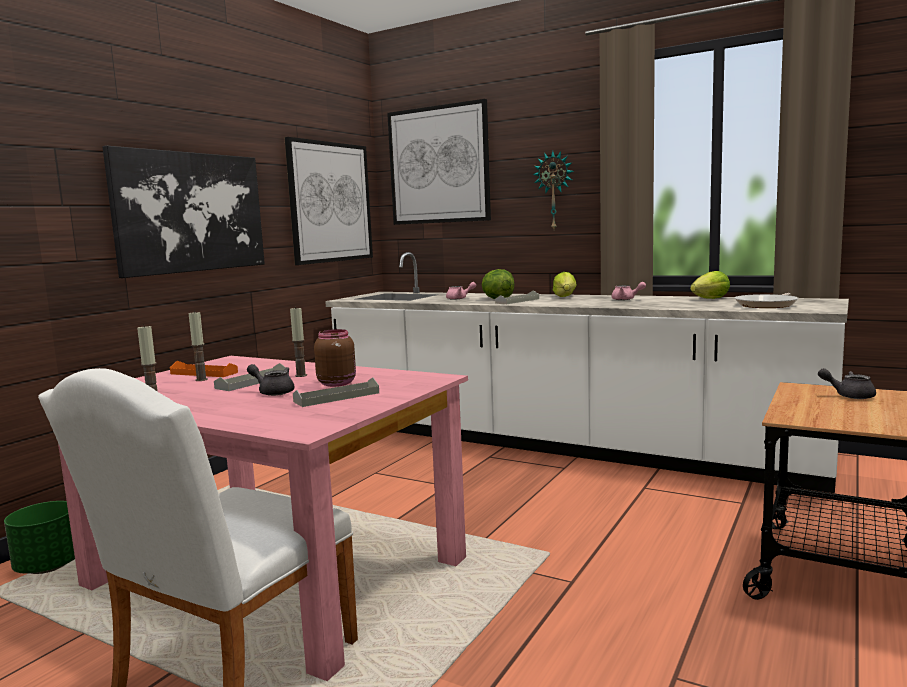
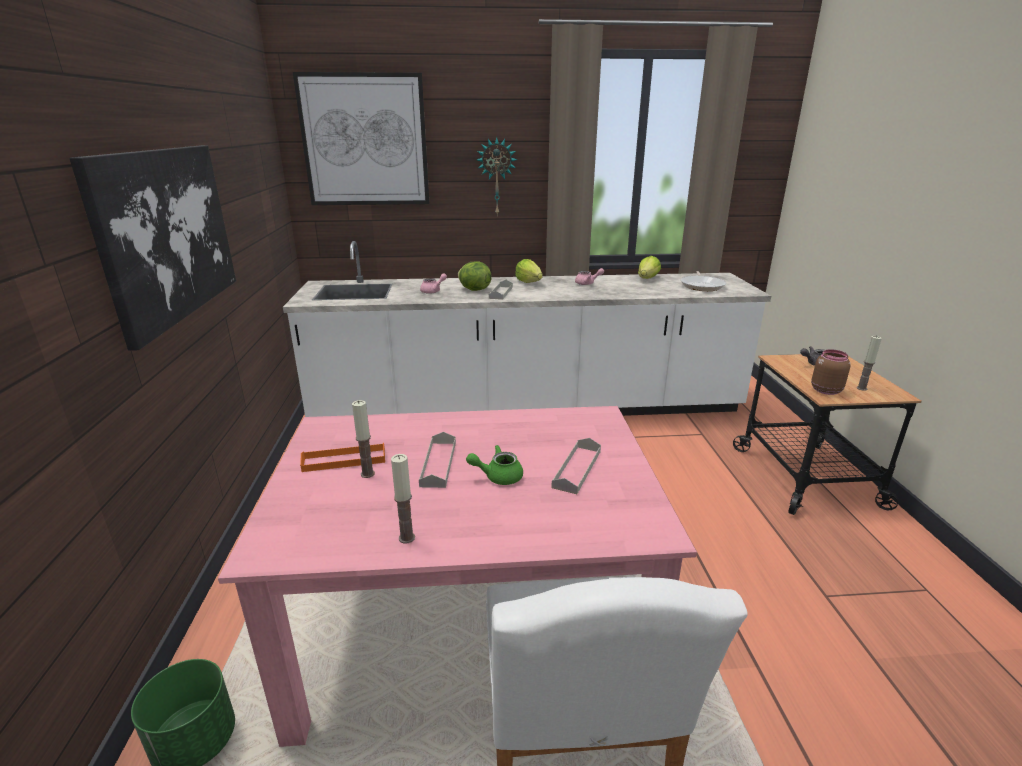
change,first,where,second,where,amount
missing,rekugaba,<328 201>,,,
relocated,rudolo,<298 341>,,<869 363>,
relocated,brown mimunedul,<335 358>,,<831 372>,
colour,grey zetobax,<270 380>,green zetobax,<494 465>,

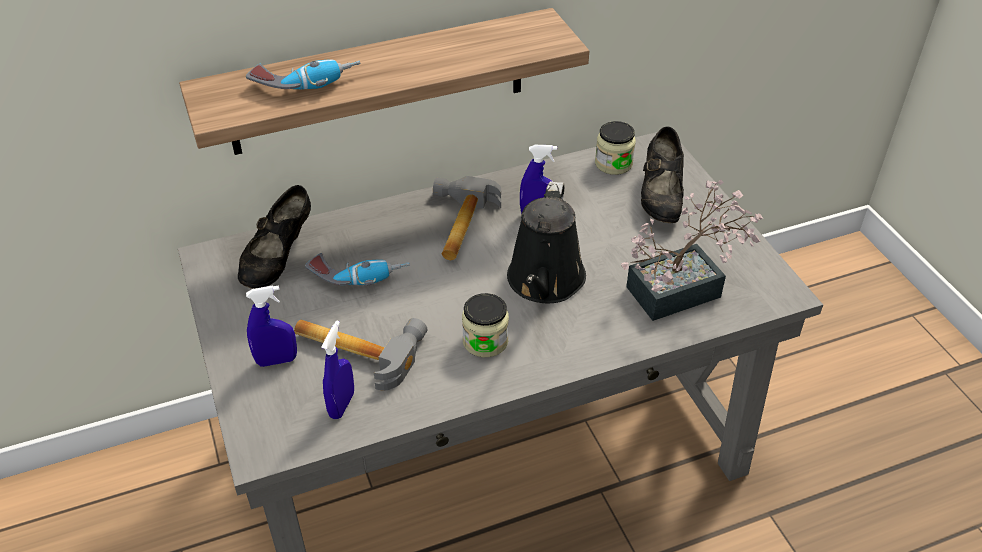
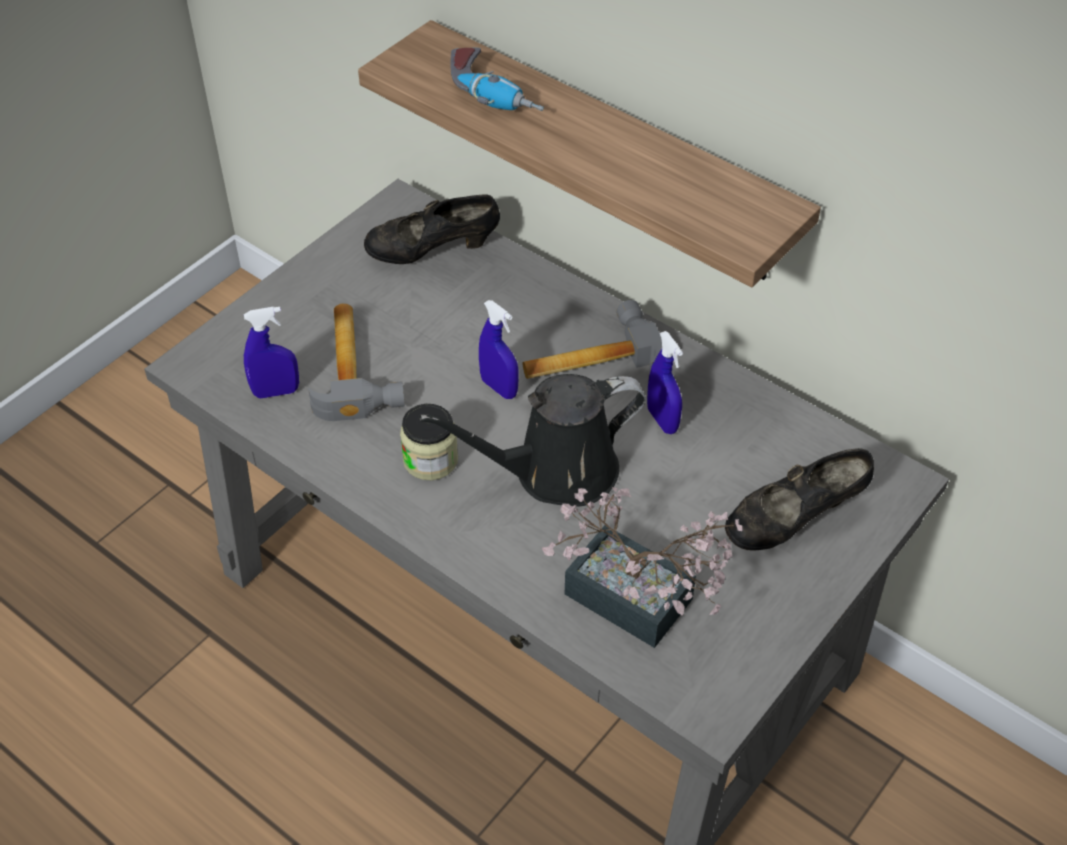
change,first,where,second,where,amount
missing,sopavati,<357 269>,,,
missing,mimunedul,<615 148>,,,
relocated,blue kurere,<271 326>,,<499 349>,

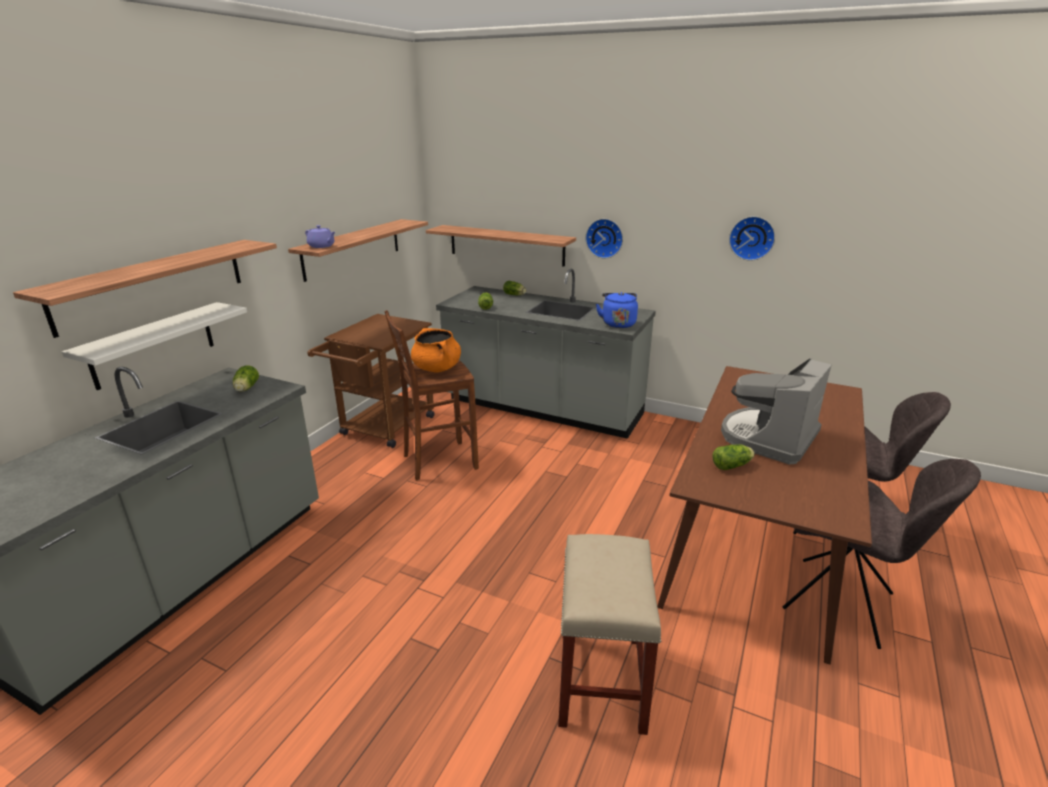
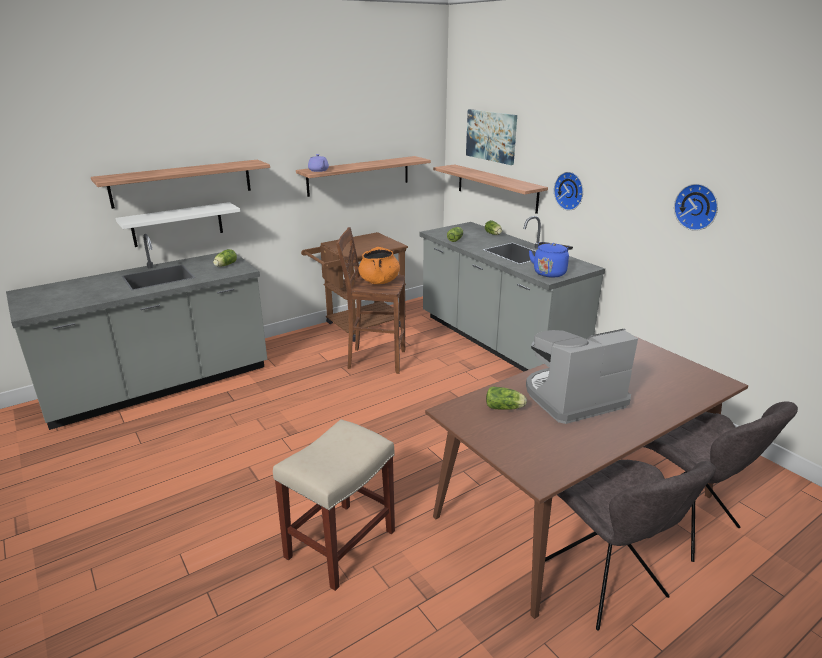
change,first,where,second,where,amount
appeared,,,rekugaba,<491 137>,

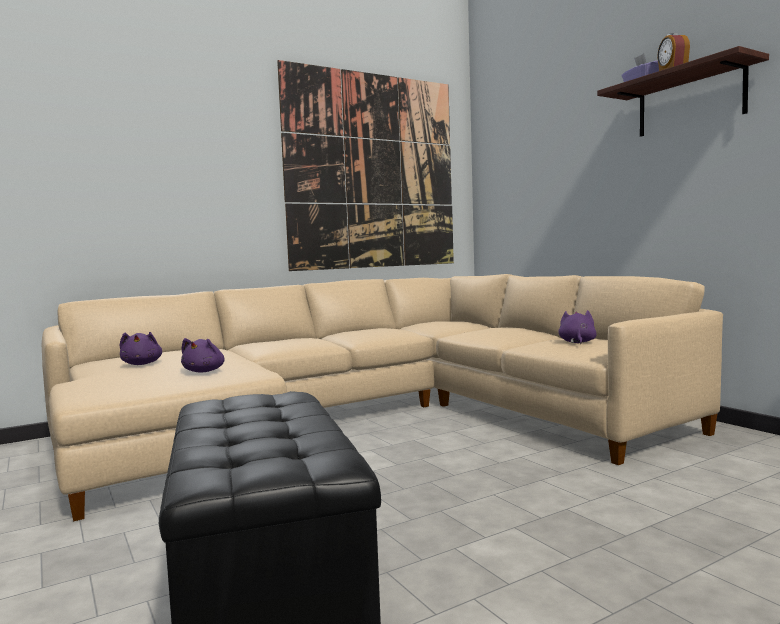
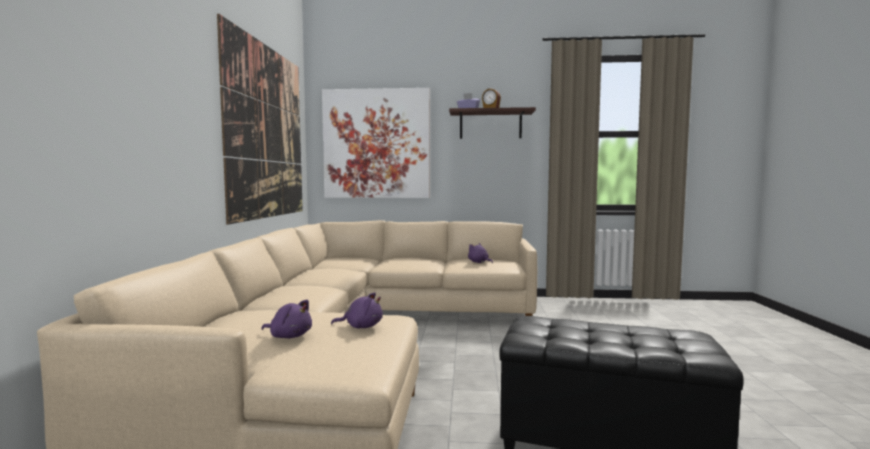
change,first,where,second,where,amount
appeared,,,rekugaba,<376 143>,
spun,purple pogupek,<203 355>,,<357 311>,45 degrees counterclockwise

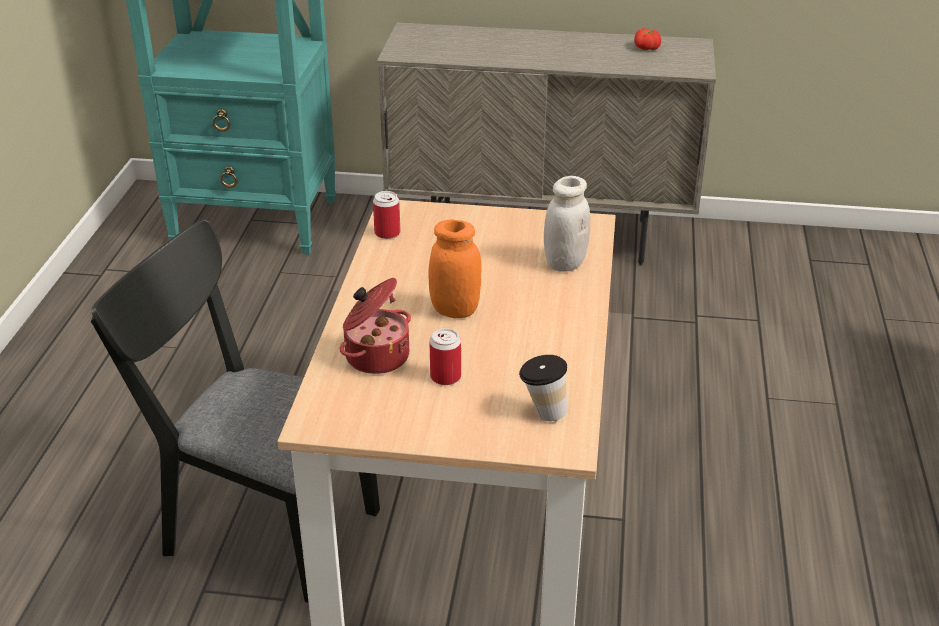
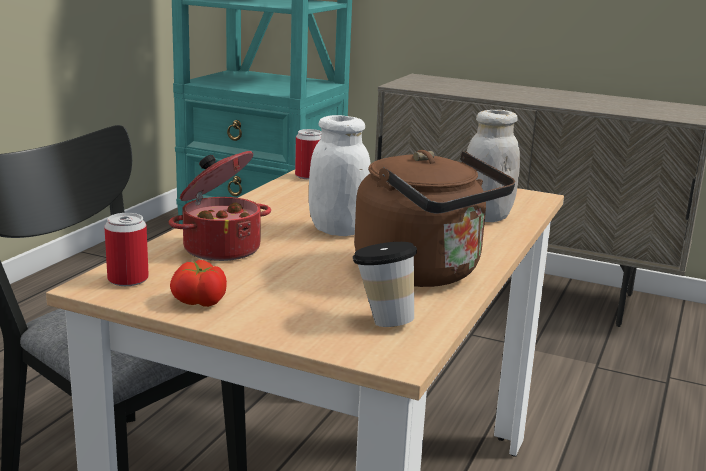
change,first,where,second,where,amount
appeared,,,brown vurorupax,<434 218>,
relocated,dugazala,<445 356>,,<126 249>,
relocated,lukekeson,<647 39>,,<198 283>,
colour,orange mimunedul,<454 269>,white mimunedul,<340 175>,

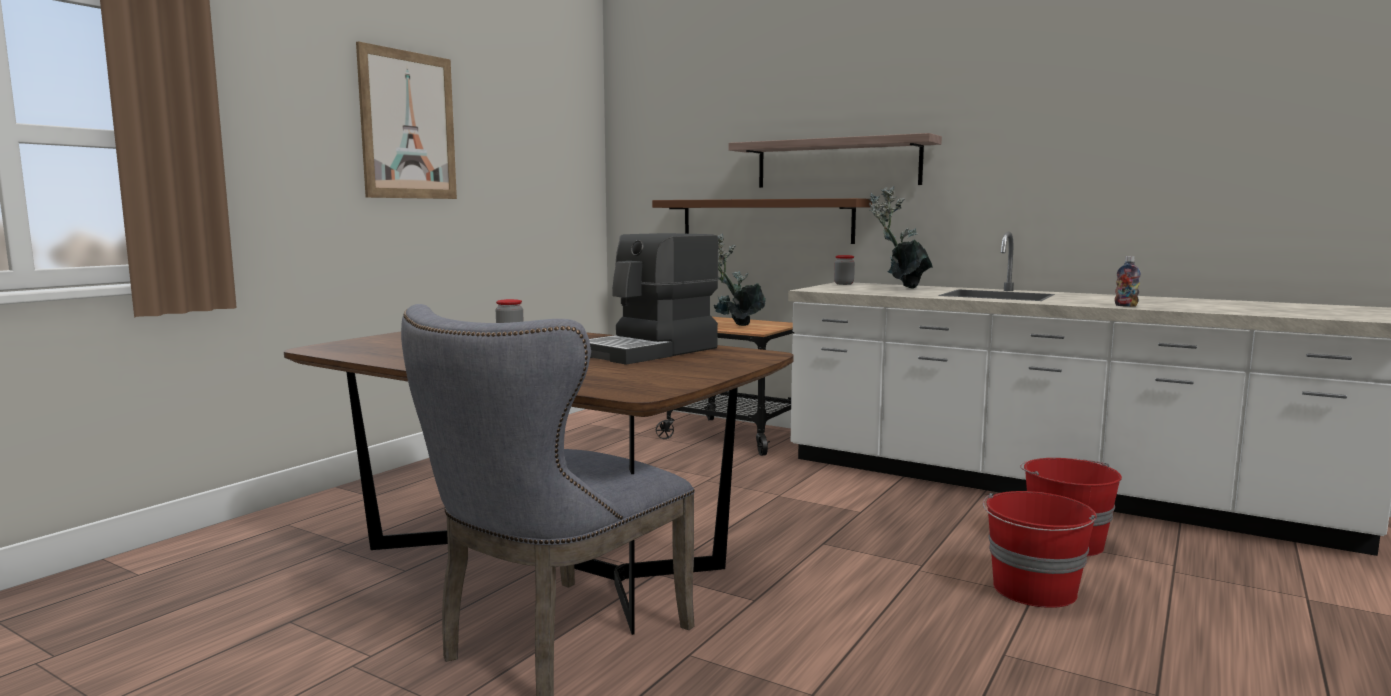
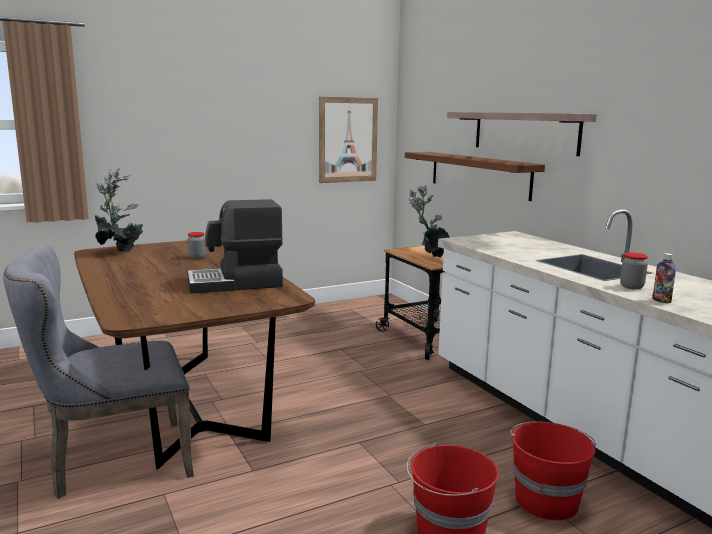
change,first,where,second,where,amount
relocated,rekugaba,<406 120>,,<348 140>,
relocated,mimunedul,<844 270>,,<634 271>,
relocated,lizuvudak,<901 237>,,<119 210>,

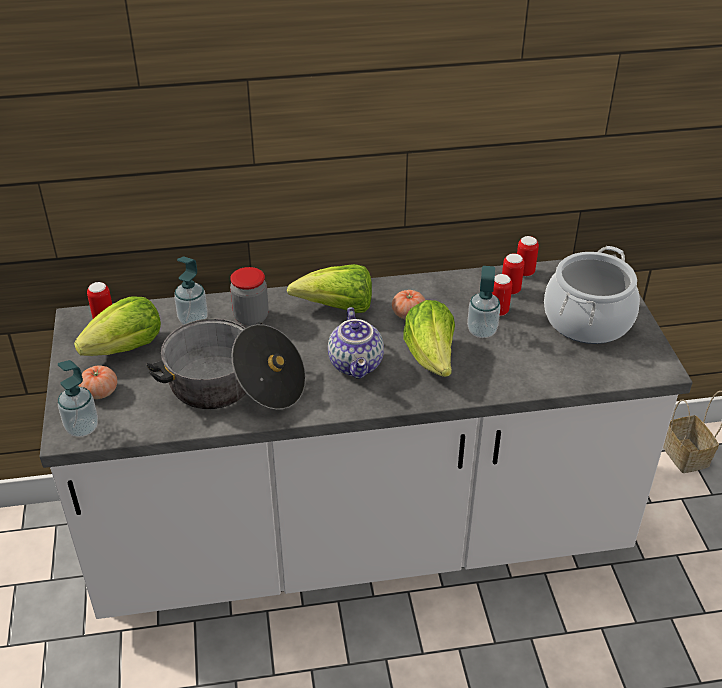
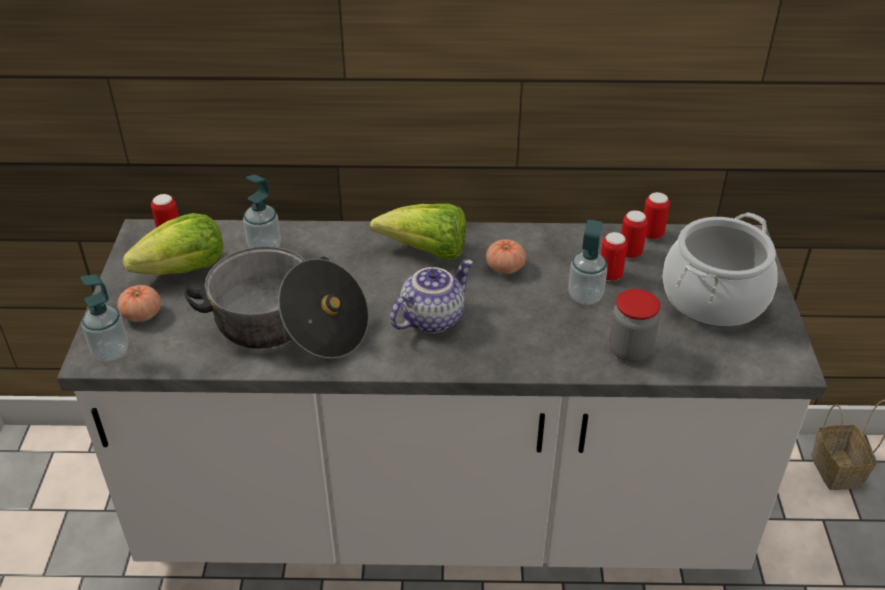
change,first,where,second,where,amount
missing,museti,<429 338>,,,
relocated,mimunedul,<249 296>,,<634 325>,
spun,zetobax,<356 343>,,<431 296>,135 degrees counterclockwise

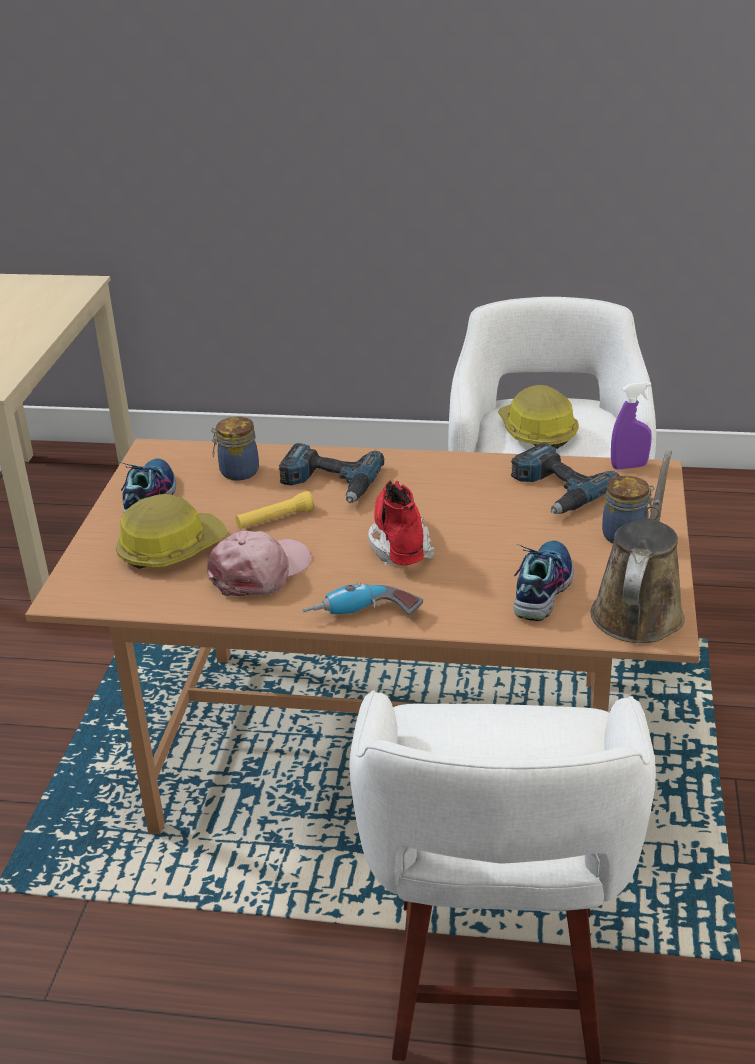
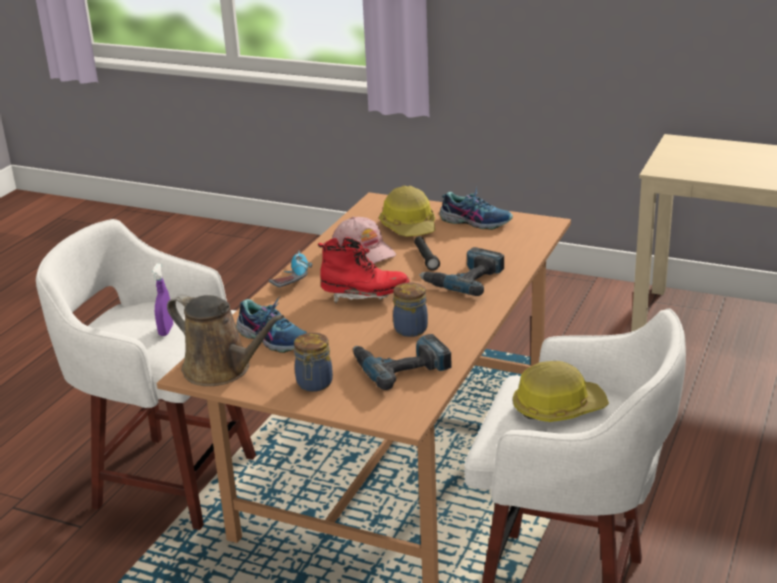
change,first,where,second,where,amount
relocated,mimunedul,<235 449>,,<410 309>,
relocated,purple kurere,<631 425>,,<162 299>,
colour,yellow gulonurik,<274 510>,black gulonurik,<427 253>,

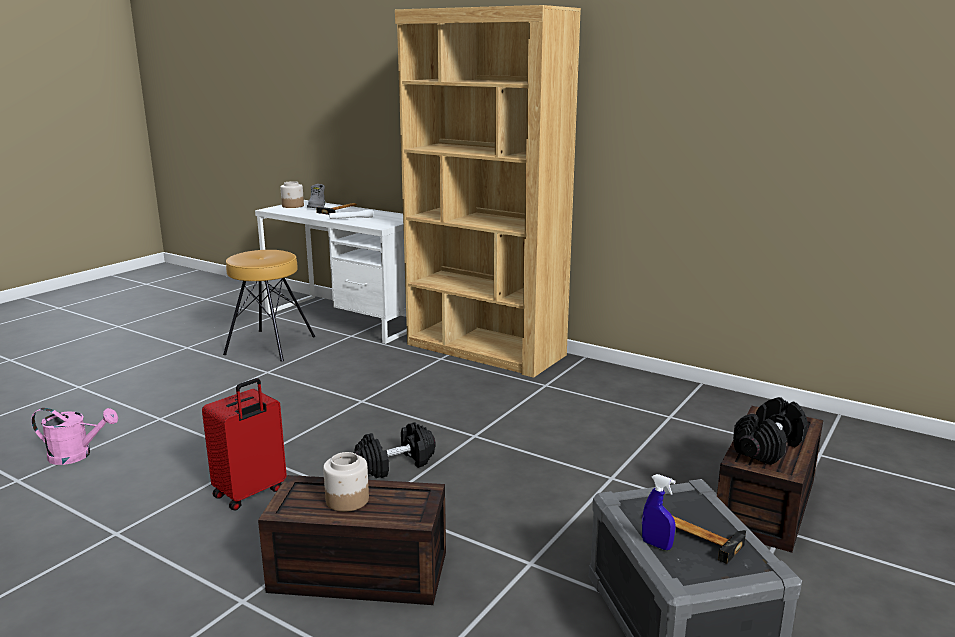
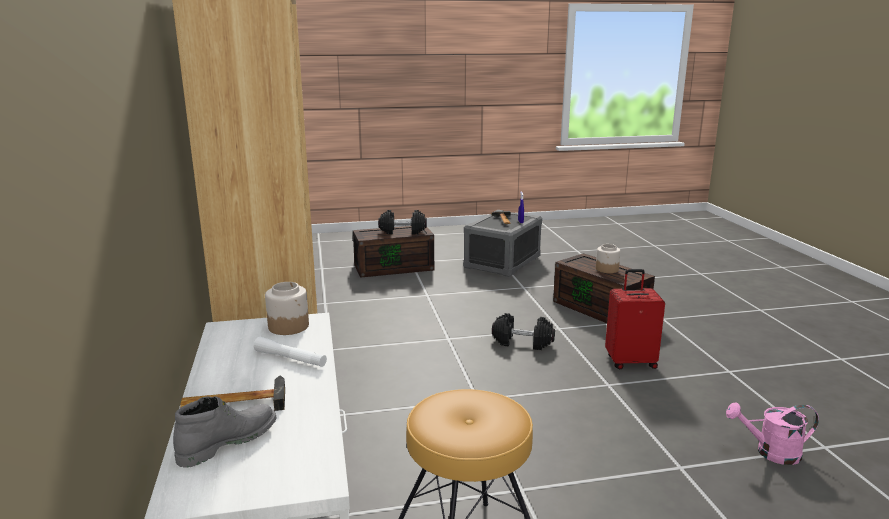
change,first,where,second,where,amount
relocated,mimunedul,<292 194>,,<287 308>,
spun,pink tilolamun,<74 436>,,<772 433>,45 degrees counterclockwise

